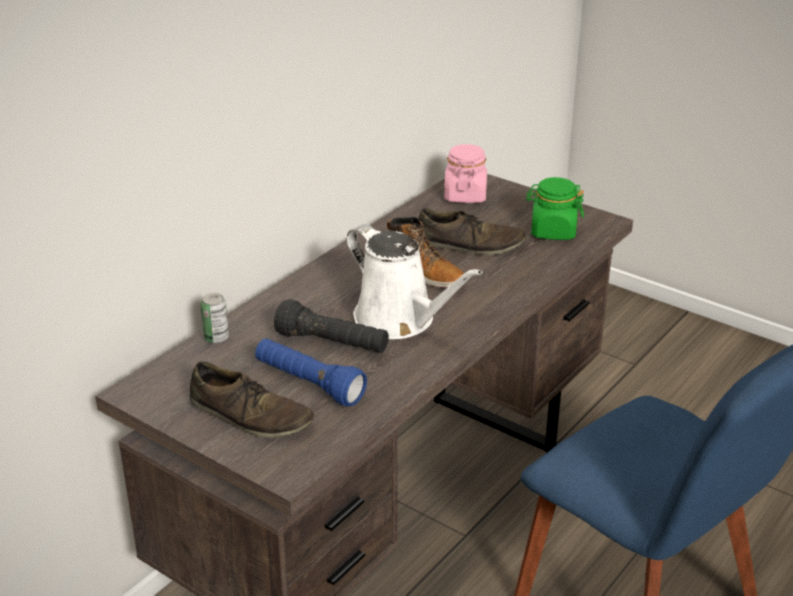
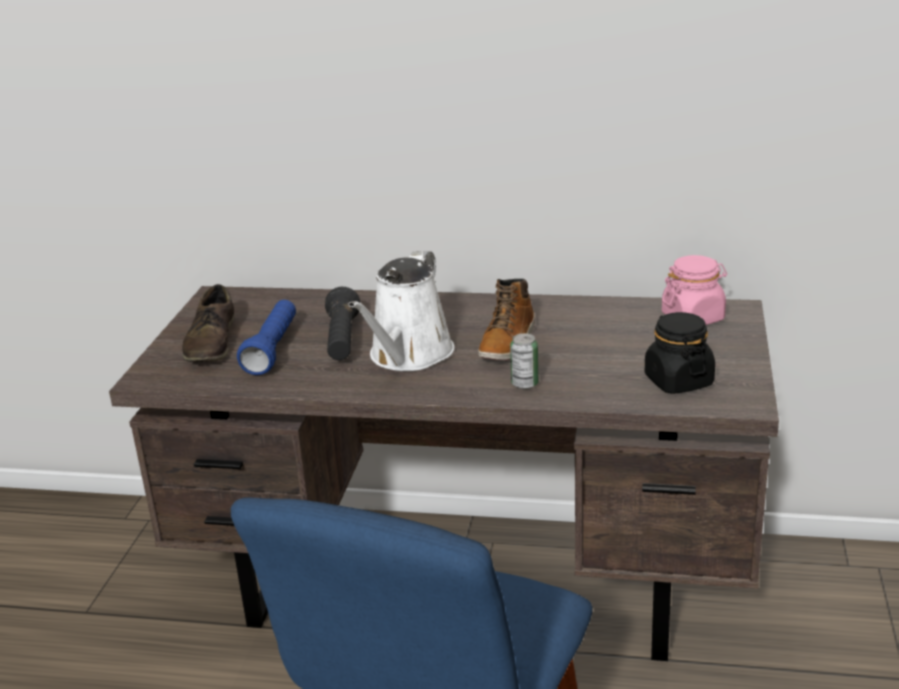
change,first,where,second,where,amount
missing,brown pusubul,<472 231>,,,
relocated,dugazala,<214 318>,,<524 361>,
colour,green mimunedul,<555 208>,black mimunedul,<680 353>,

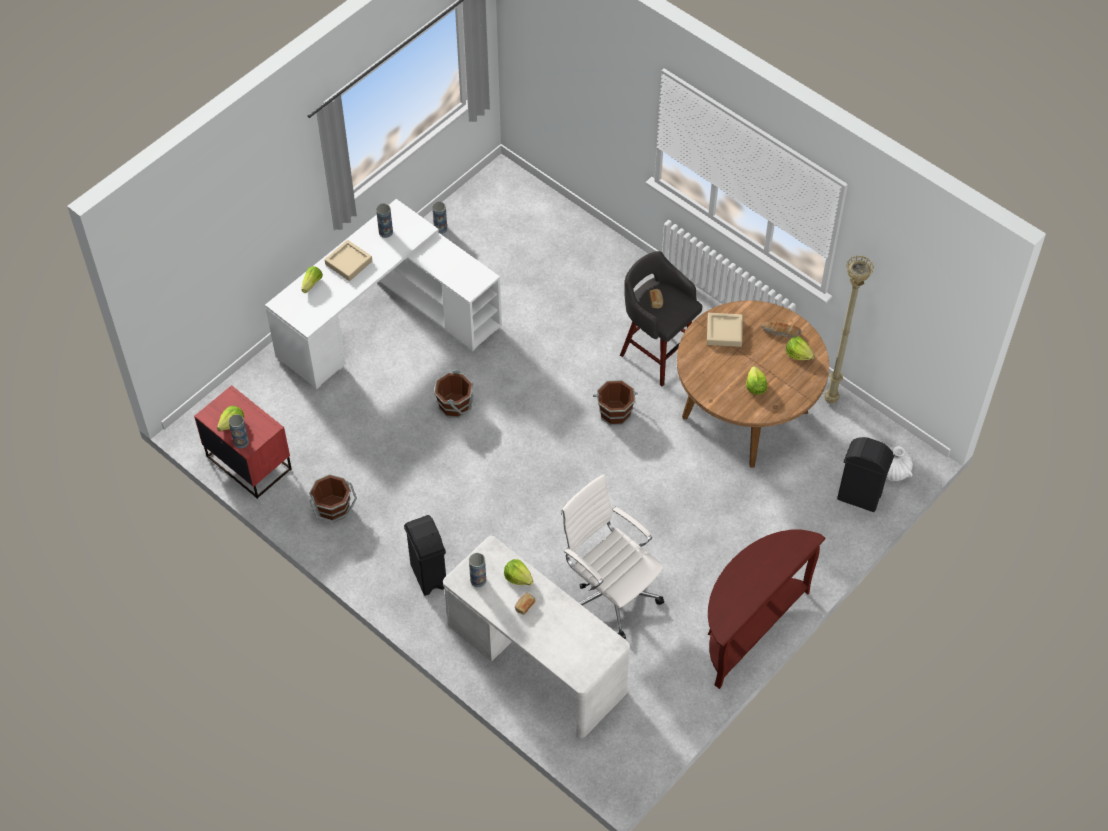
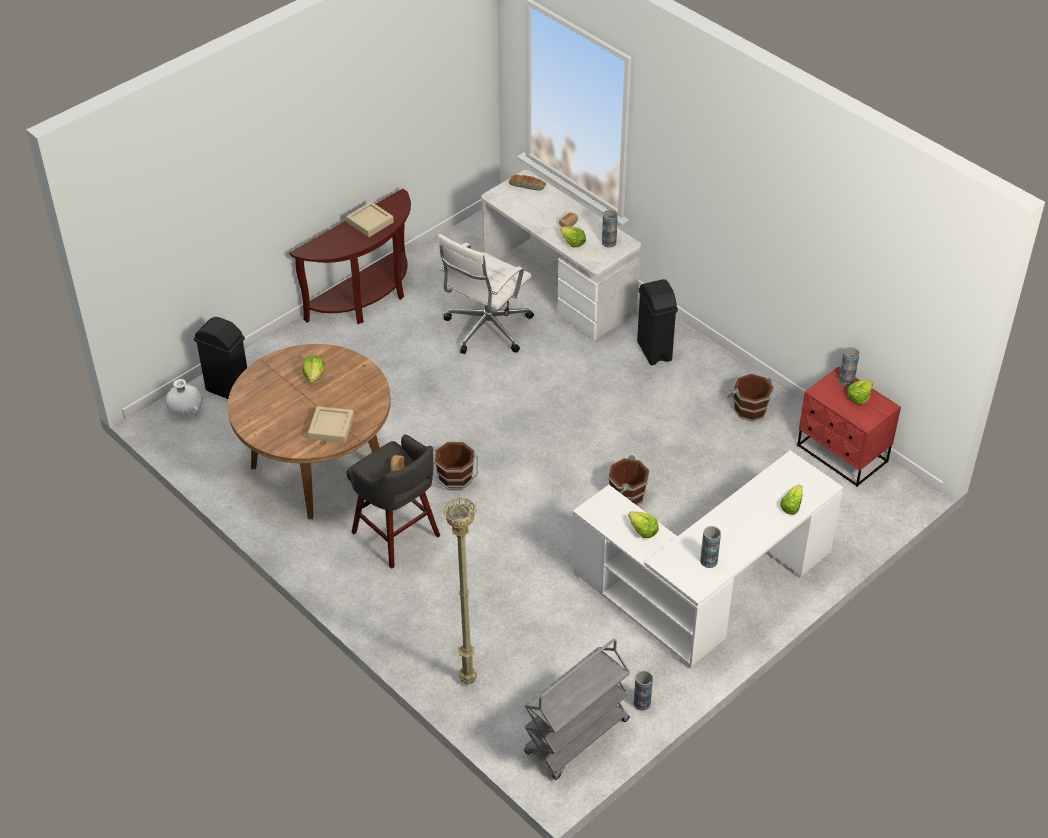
change,first,where,second,where,amount
appeared,,,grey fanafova,<577 709>,
relocated,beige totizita,<348 260>,,<370 219>,
relocated,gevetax,<781 329>,,<527 183>,
relocated,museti,<800 348>,,<643 525>,
relocated,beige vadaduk,<849 329>,,<460 590>,
spun,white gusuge,<612 556>,,<486 294>,75 degrees clockwise

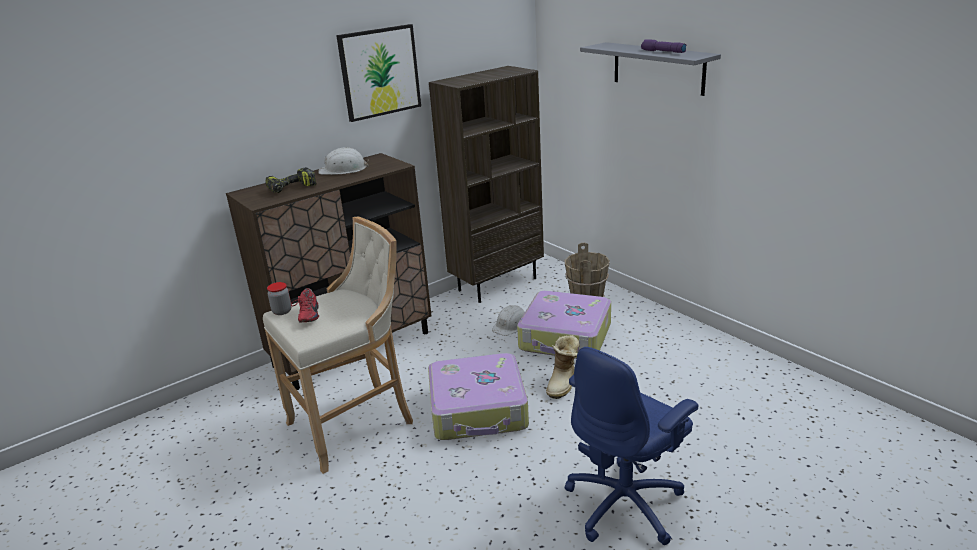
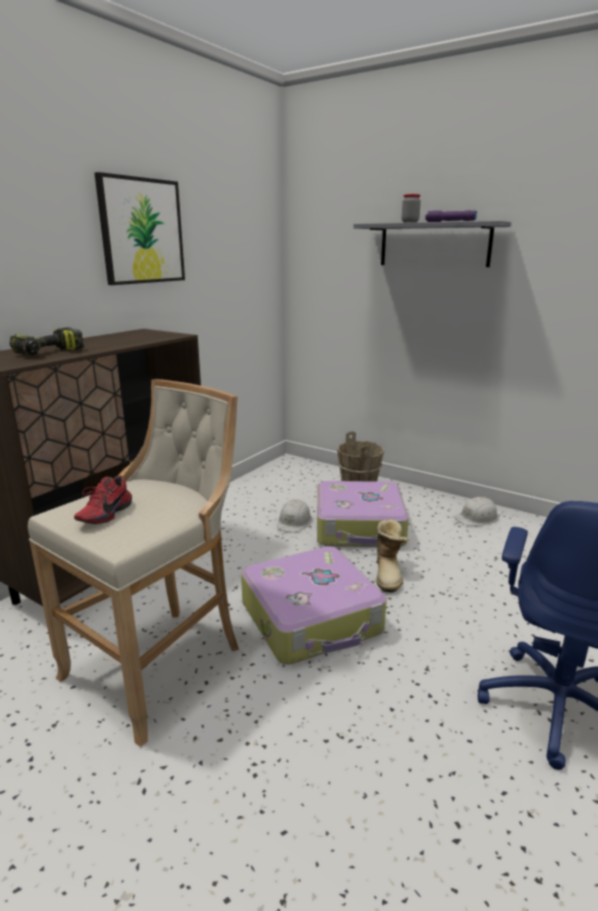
change,first,where,second,where,amount
missing,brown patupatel,<486 184>,,,
relocated,mimunedul,<279 298>,,<411 208>,
relocated,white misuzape,<343 161>,,<476 511>,
spun,red pusubul,<305 305>,,<103 500>,45 degrees clockwise

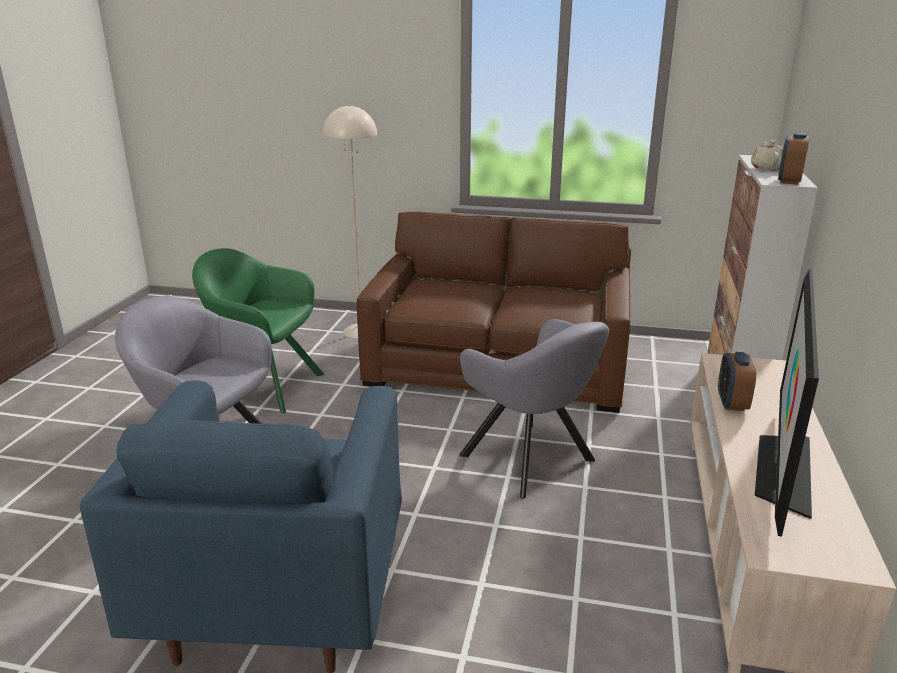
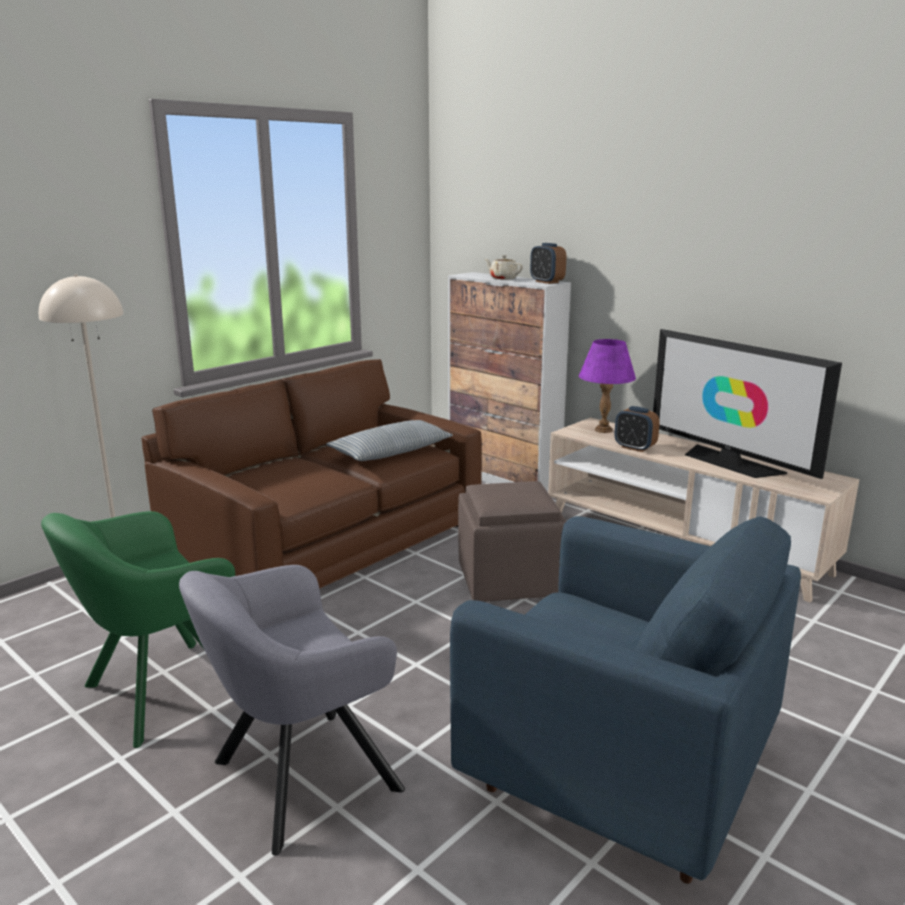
change,first,where,second,where,amount
appeared,,,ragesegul,<389 440>,
appeared,,,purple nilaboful,<607 386>,
exchanged,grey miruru,<534 409>,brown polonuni,<512 541>,

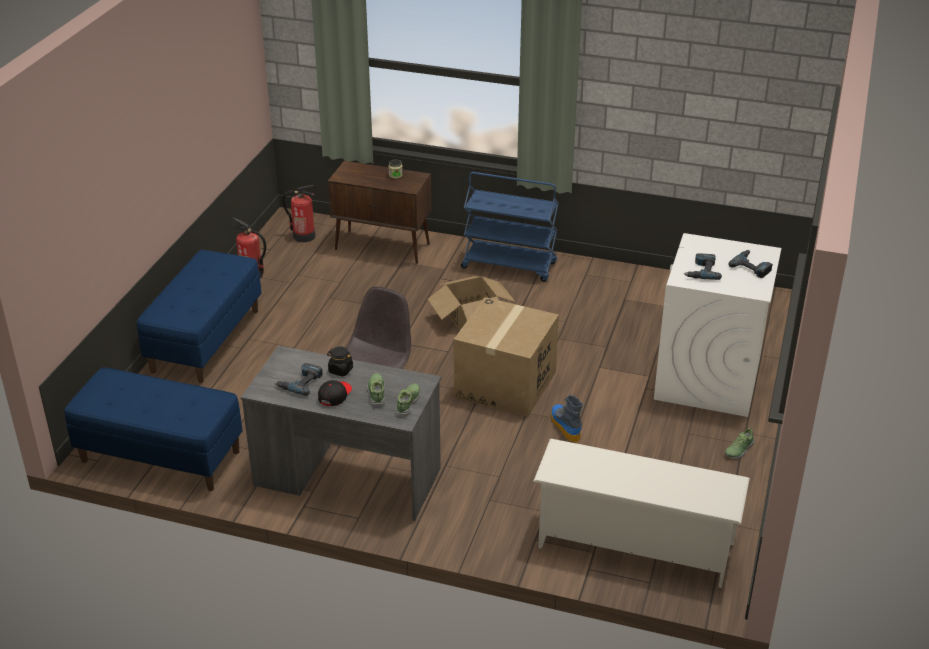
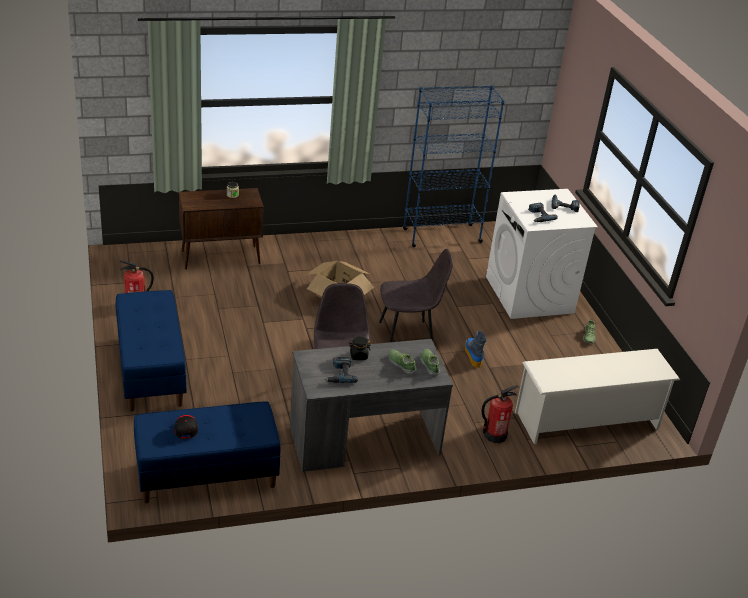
change,first,where,second,where,amount
missing,blue fanafova,<510 227>,,,
appeared,,,blue patupatel,<454 166>,
relocated,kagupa,<298 213>,,<500 414>,
relocated,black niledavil,<335 393>,,<186 427>,
exchanged,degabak,<506 357>,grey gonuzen,<416 295>,
spun,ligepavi,<567 417>,,<476 349>,45 degrees clockwise

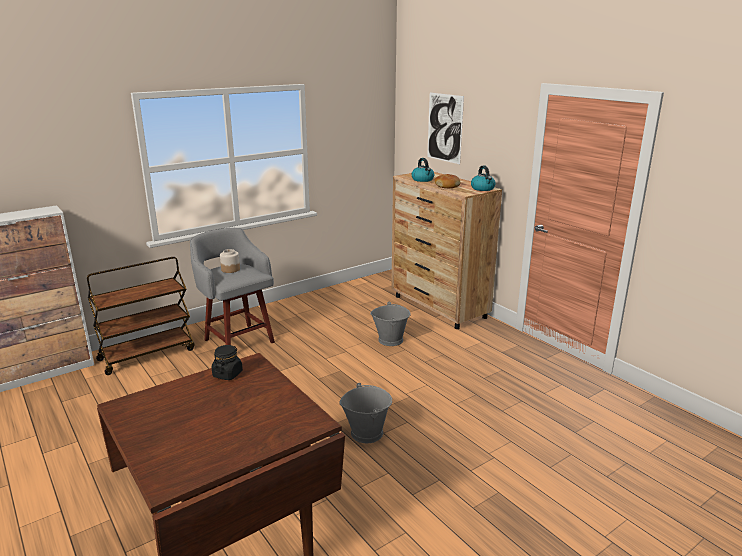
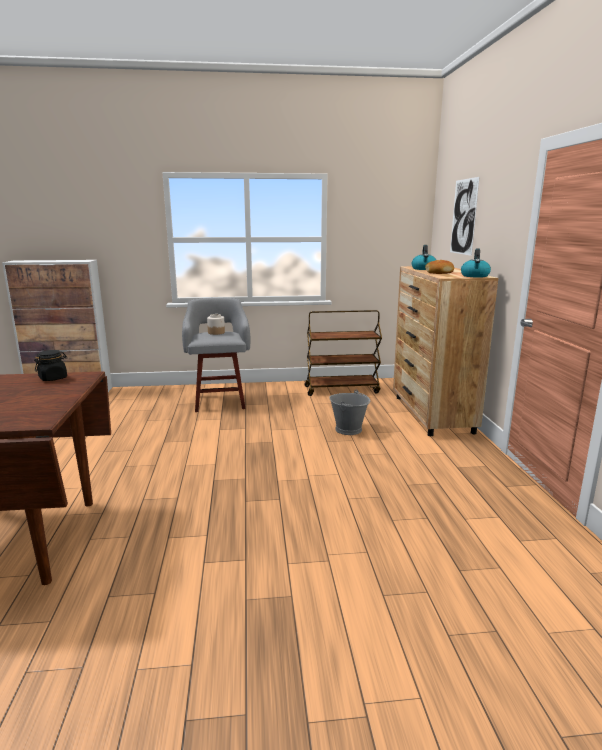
change,first,where,second,where,amount
missing,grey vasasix,<365 413>,,,
relocated,brown fanafova,<141 316>,,<343 353>,

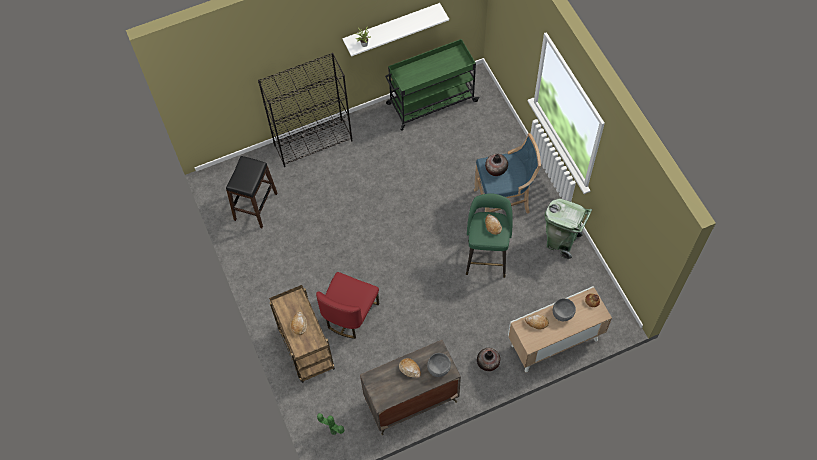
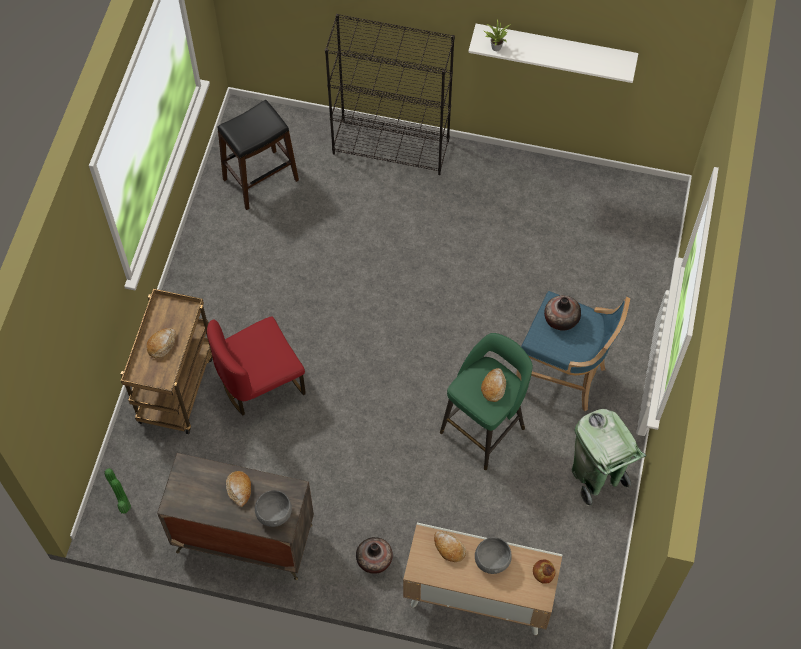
change,first,where,second,where,amount
missing,green fanafova,<432 85>,,,

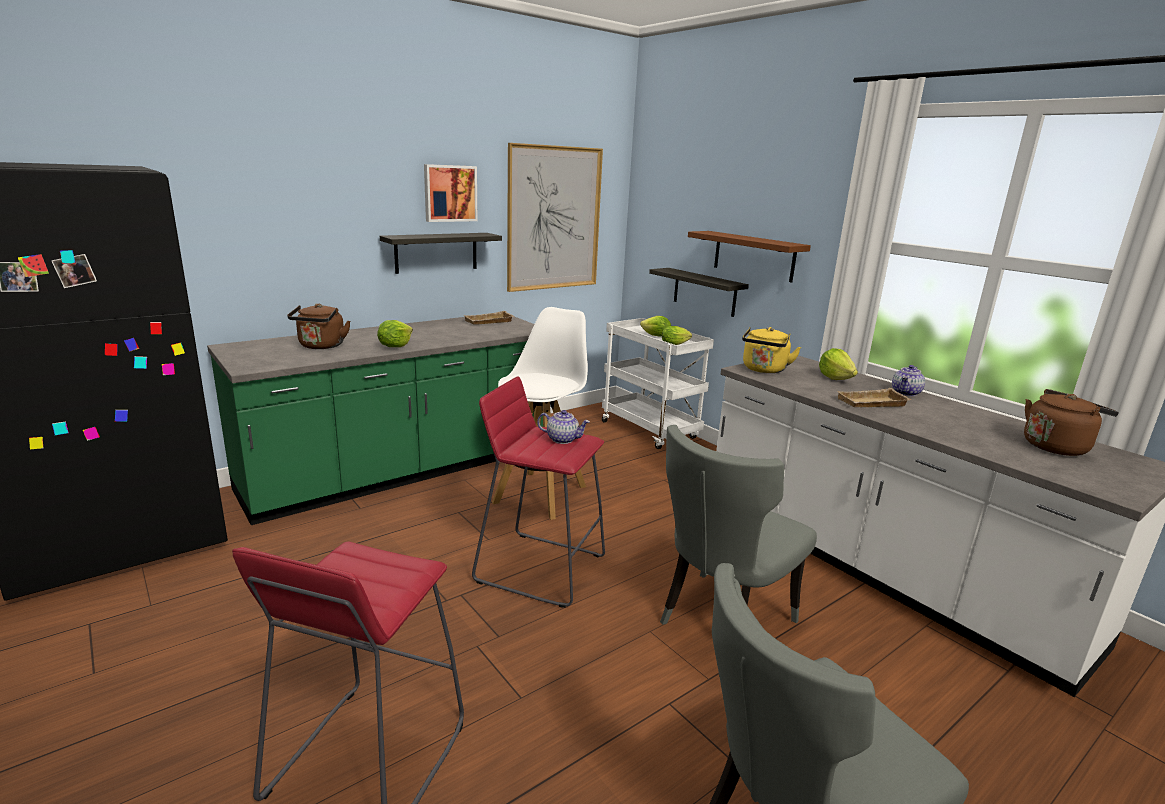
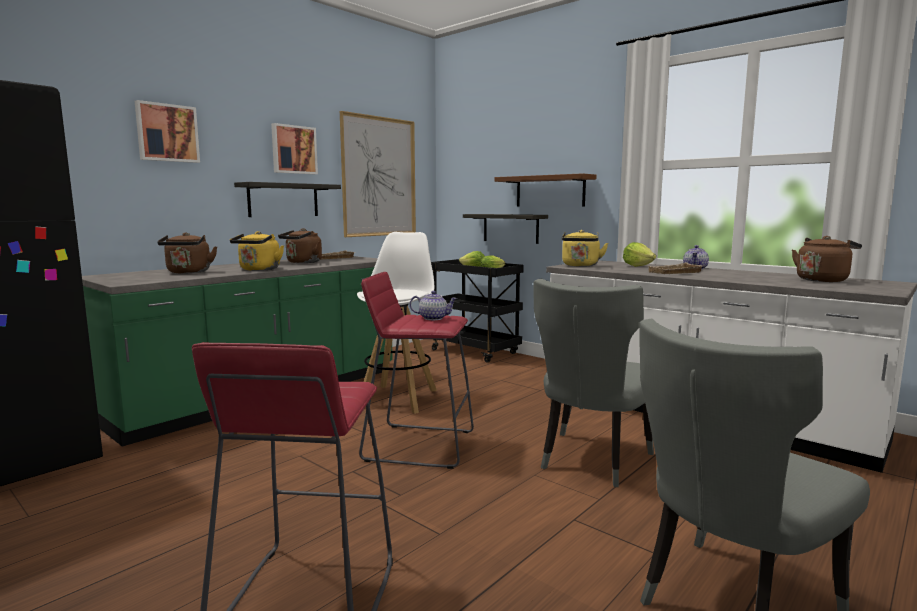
change,first,where,second,where,amount
appeared,,,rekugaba,<167 131>,
appeared,,,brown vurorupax,<300 245>,
exchanged,museti,<395 333>,yellow vurorupax,<257 251>,
colour,white fanafova,<658 383>,black fanafova,<477 311>,

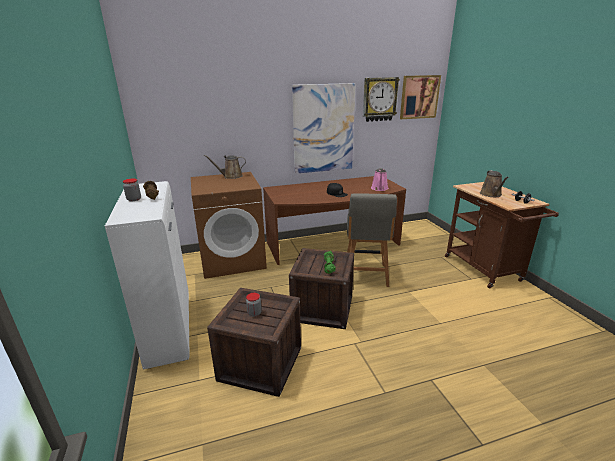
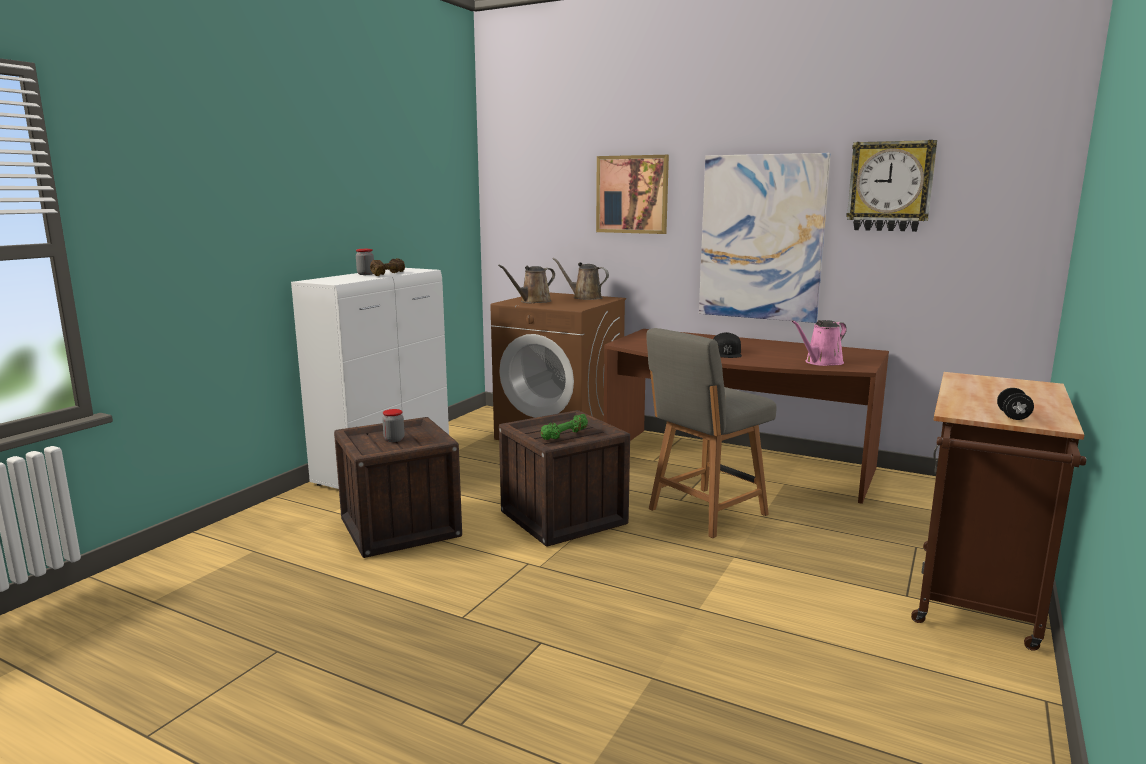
change,first,where,second,where,amount
relocated,rekugaba,<420 97>,,<632 194>,
relocated,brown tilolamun,<494 183>,,<526 284>,

